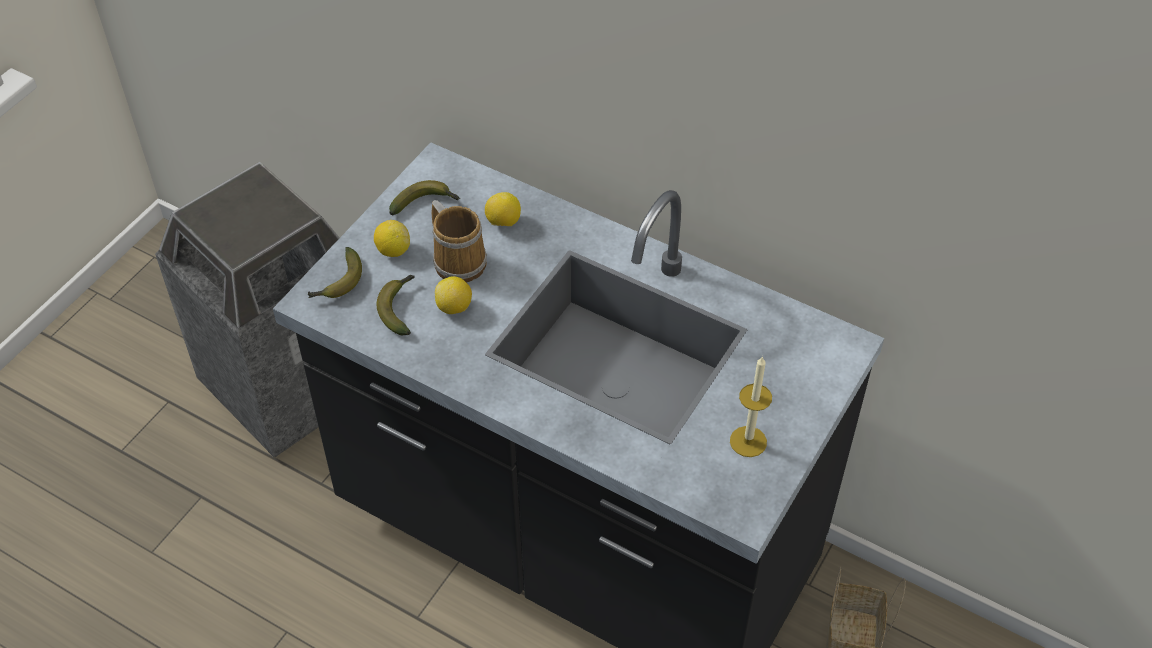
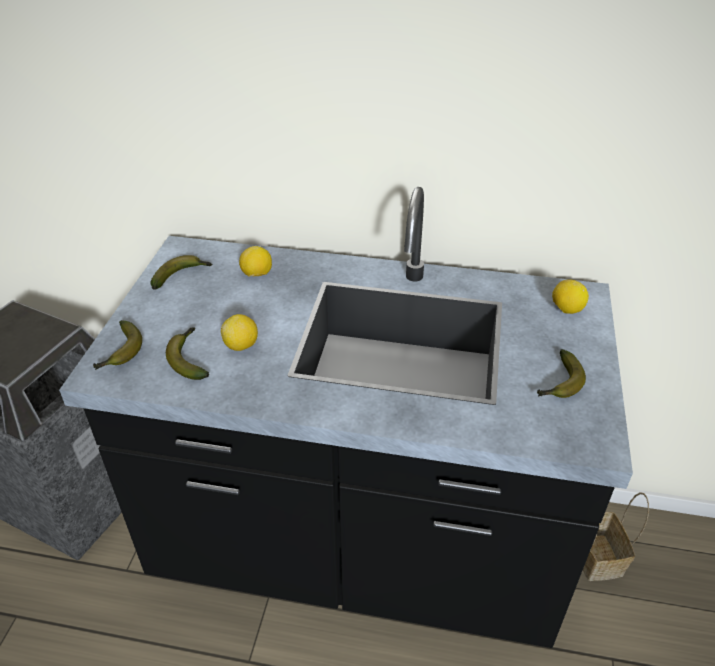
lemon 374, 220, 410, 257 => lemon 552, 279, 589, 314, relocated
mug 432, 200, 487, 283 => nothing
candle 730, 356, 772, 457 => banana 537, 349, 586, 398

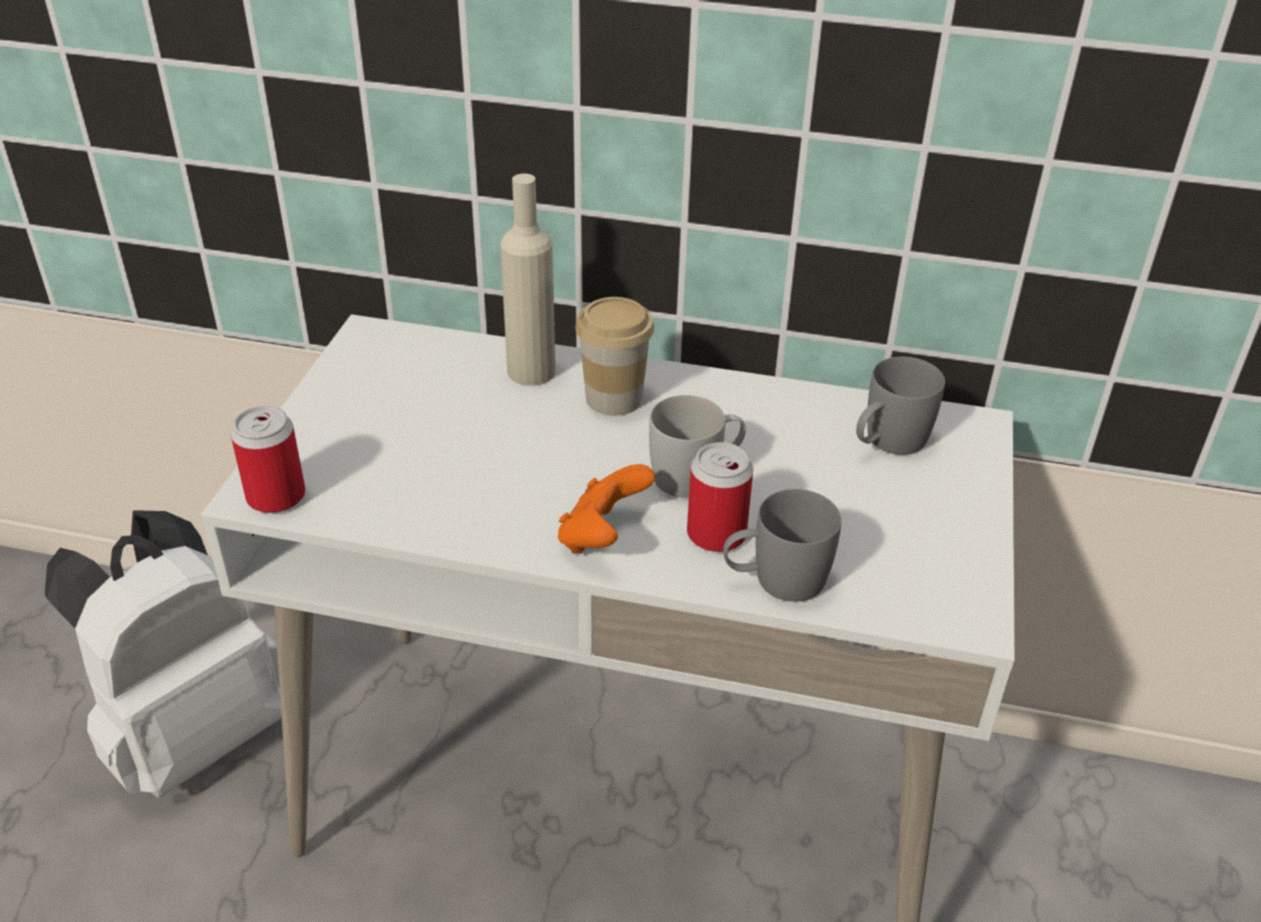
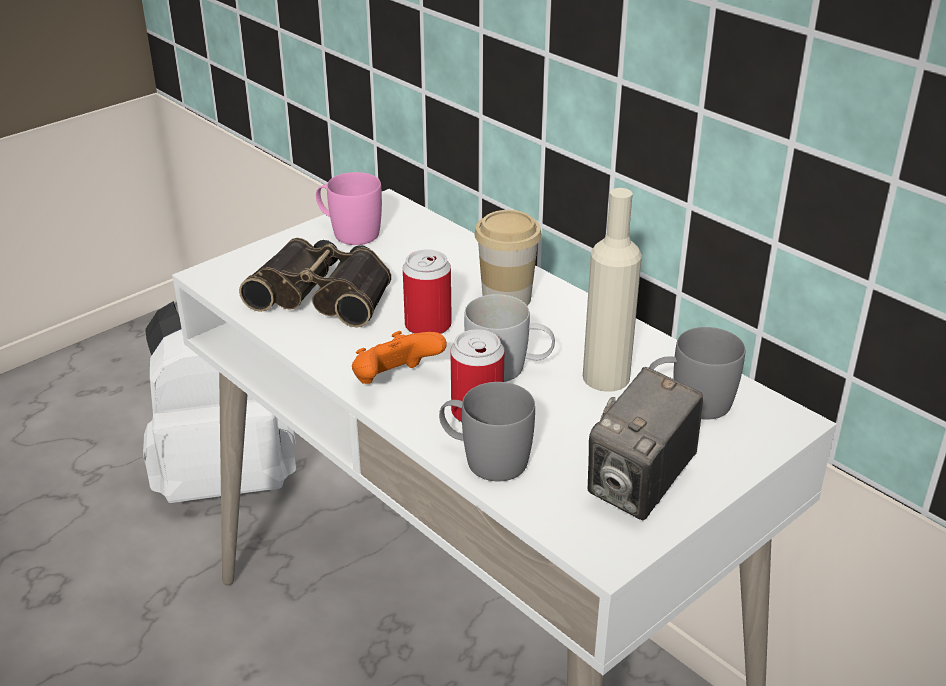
can 231, 406, 305, 513 => can 403, 249, 452, 334, relocated
bottle (beige) 500, 173, 556, 386 => bottle (beige) 583, 188, 642, 392, relocated
nothing => binoculars 239, 238, 391, 328
nothing => mug (pink) 316, 172, 382, 245
nothing => photo camera 588, 367, 703, 520

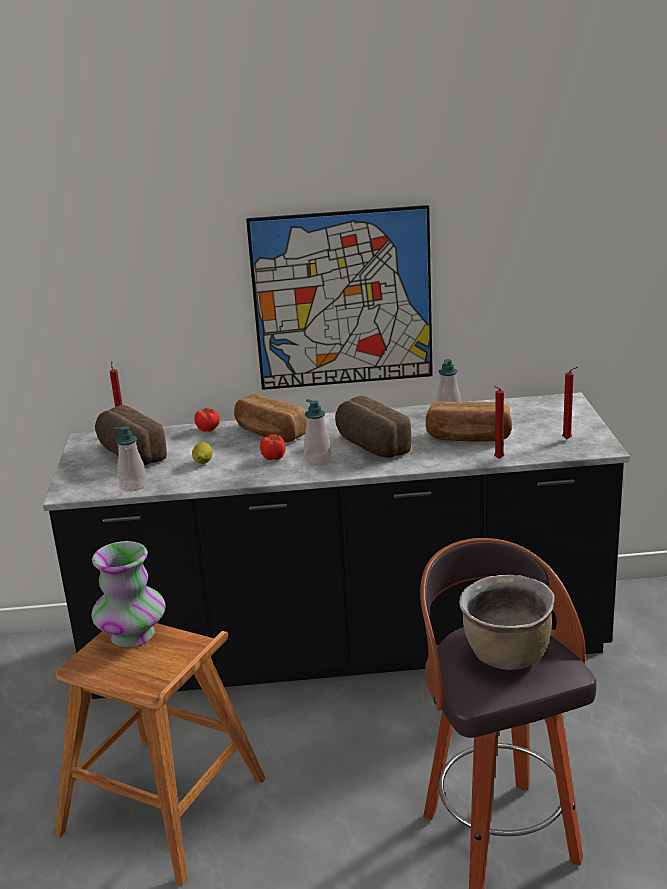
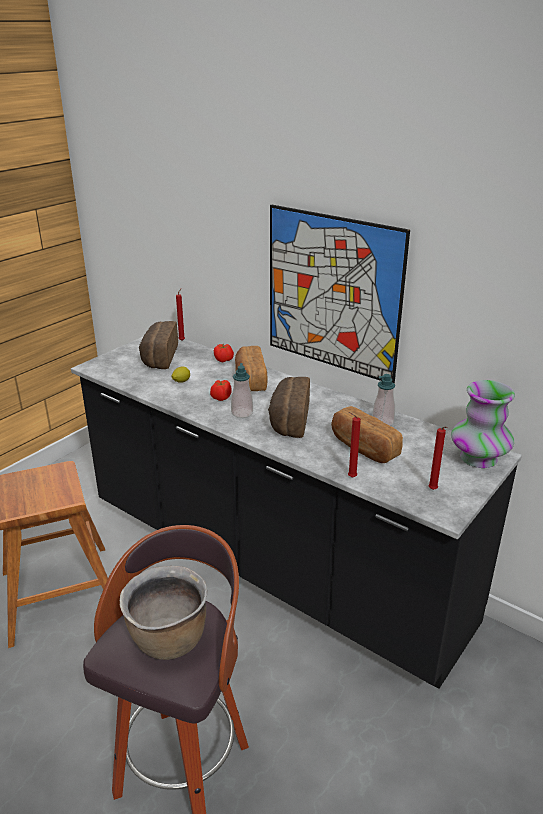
vase 92, 541, 165, 647 => vase 451, 380, 515, 468, relocated
soap dispenser 113, 426, 147, 492 => nothing

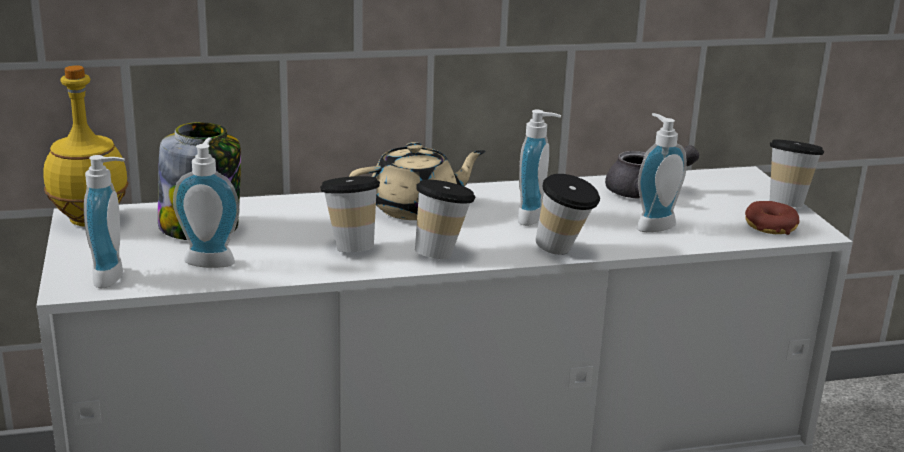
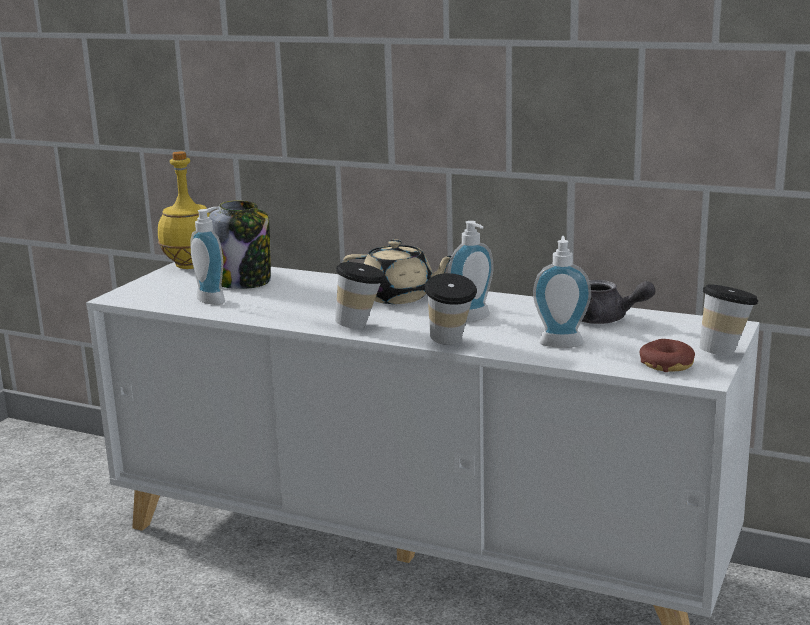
soap dispenser 84, 155, 125, 288 => nothing
cup 320, 176, 380, 252 => nothing

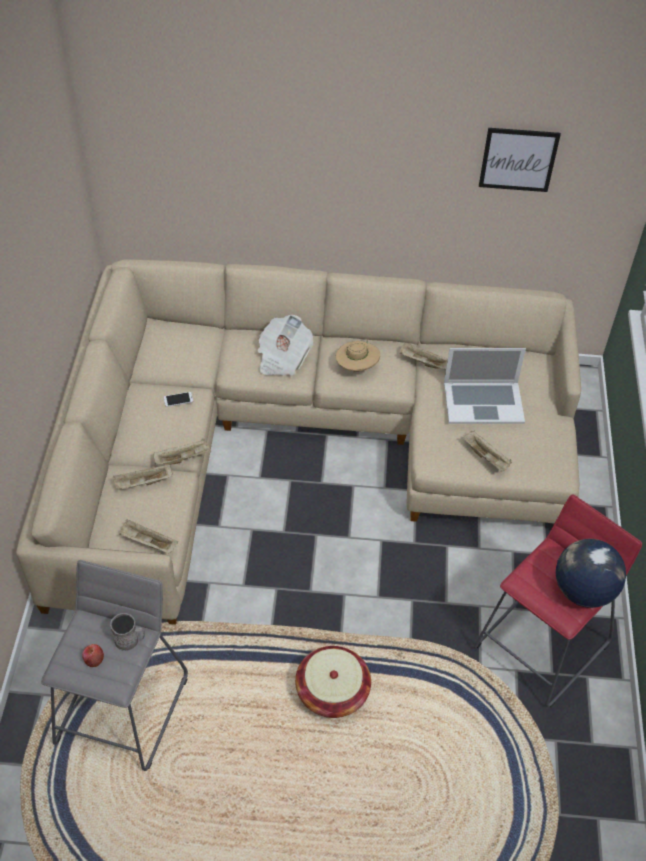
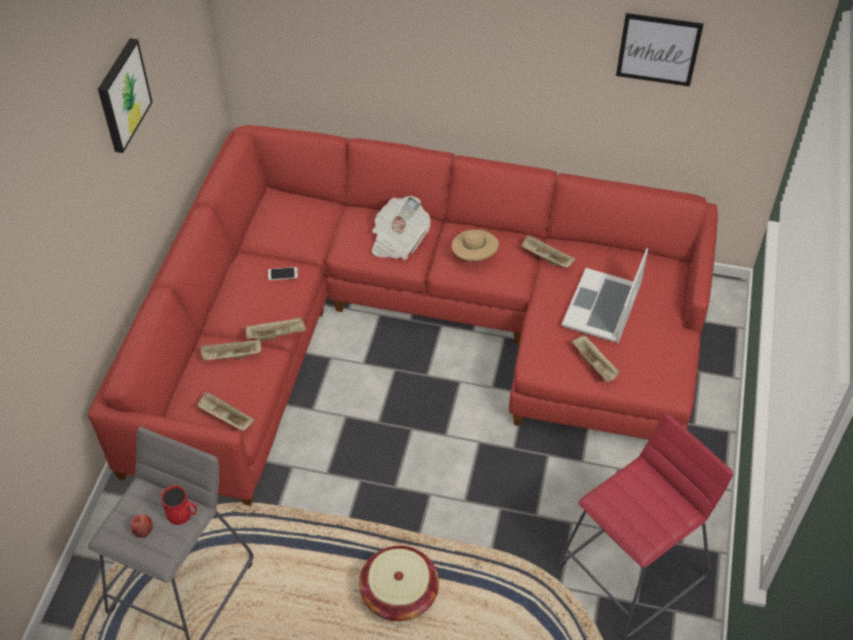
sofa (beige) 16, 259, 581, 625 => sofa (red) 88, 125, 718, 506
mug (grey) 110, 613, 145, 651 => mug (red) 161, 486, 197, 525
laptop 444, 348, 526, 424 => laptop 561, 248, 648, 343, 105 degrees clockwise
globe 556, 539, 626, 608 => nothing
nothing => picture 98, 38, 153, 153

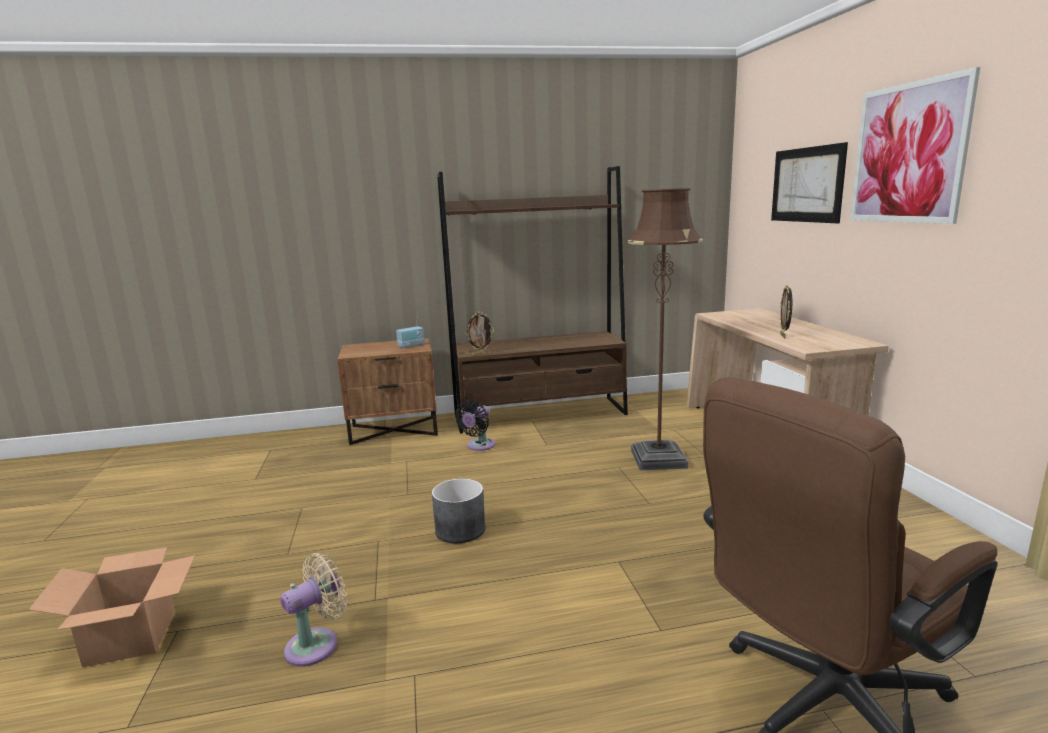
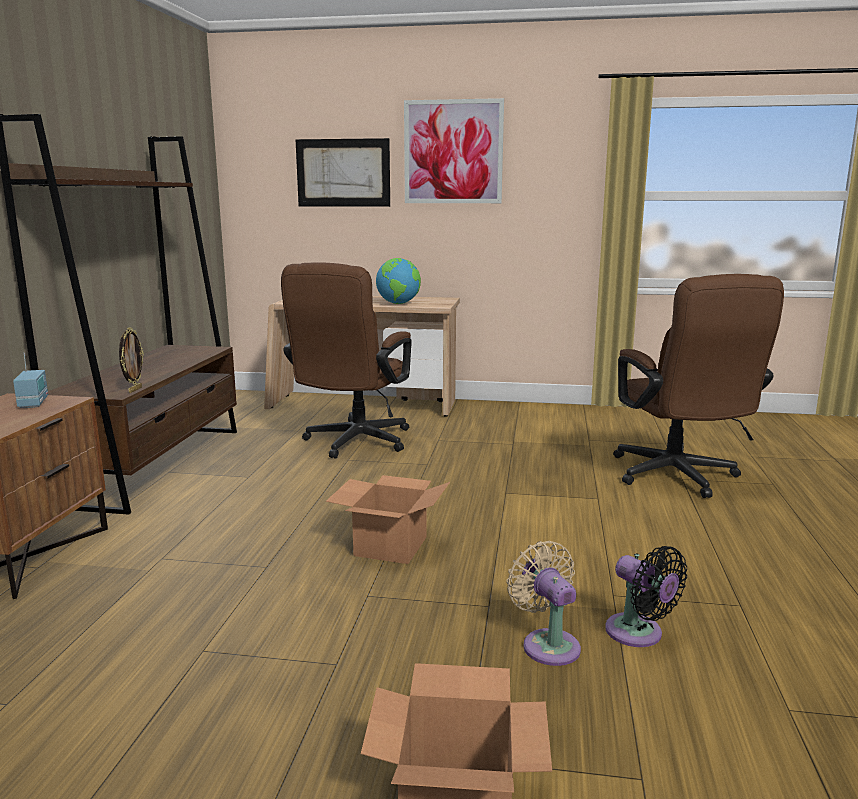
planter (grey) 432, 479, 485, 543 => cardboard box 326, 475, 450, 564
fan (black) 455, 399, 495, 451 => fan (black) 605, 546, 687, 647, relocated
floor lamp (brown) 627, 188, 703, 470 => office chair (brown) 281, 262, 412, 459
picture frame 780, 285, 792, 338 => globe 376, 258, 421, 304

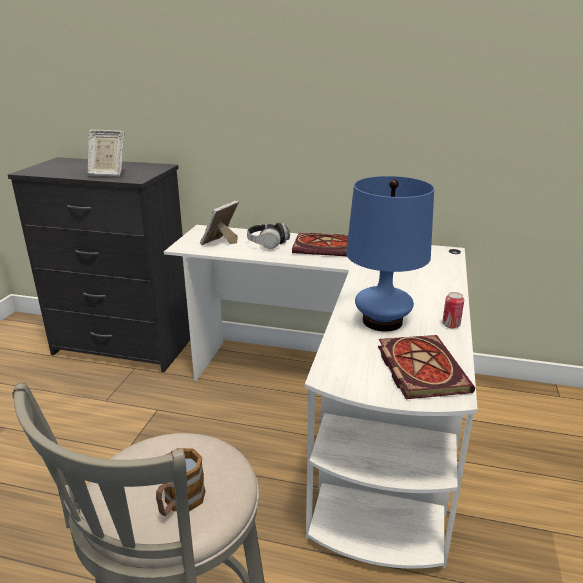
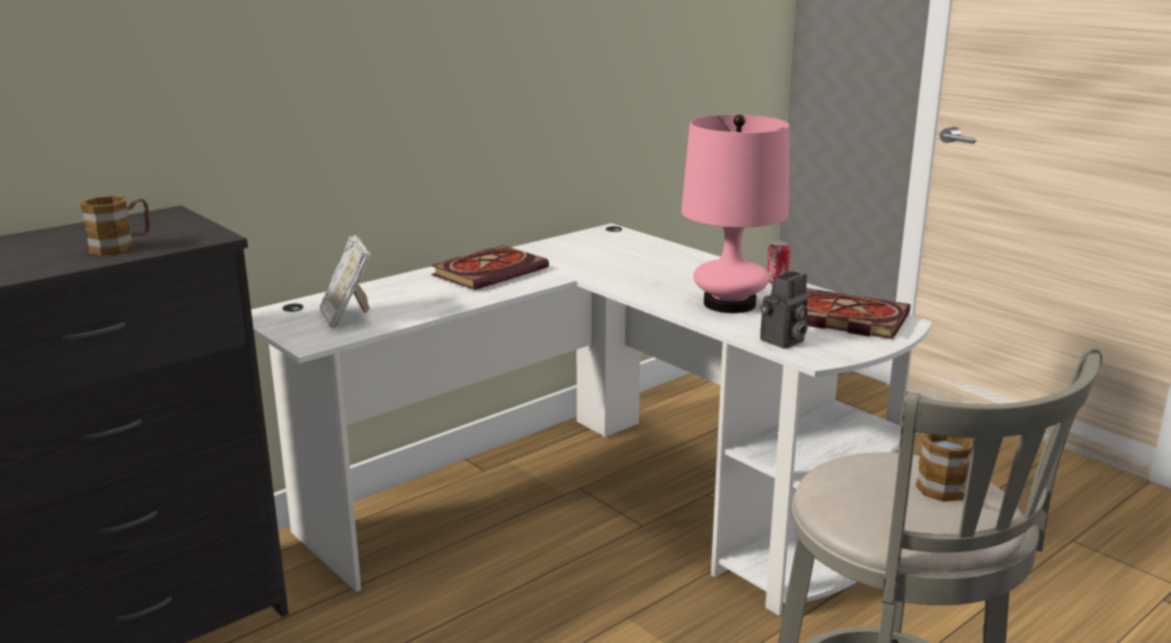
picture frame 88, 129, 125, 177 => mug 80, 195, 150, 255
headphones 247, 223, 290, 249 => nothing
table lamp (blue) 346, 176, 434, 332 => table lamp (pink) 681, 115, 789, 313
nothing => photo camera 760, 272, 808, 349

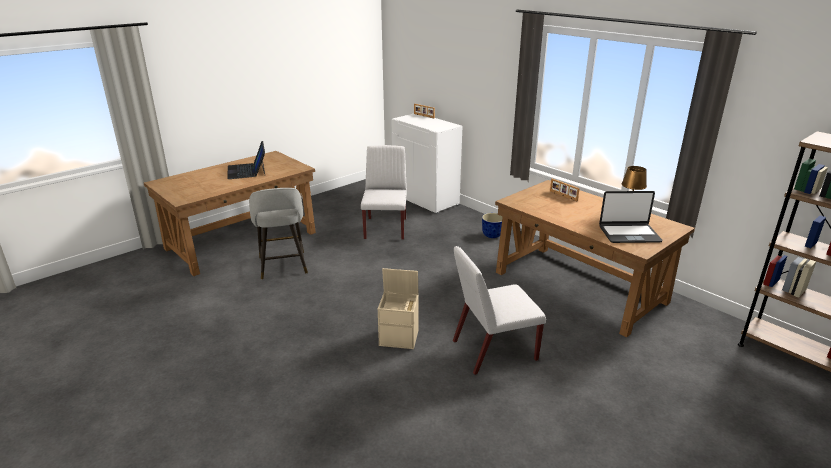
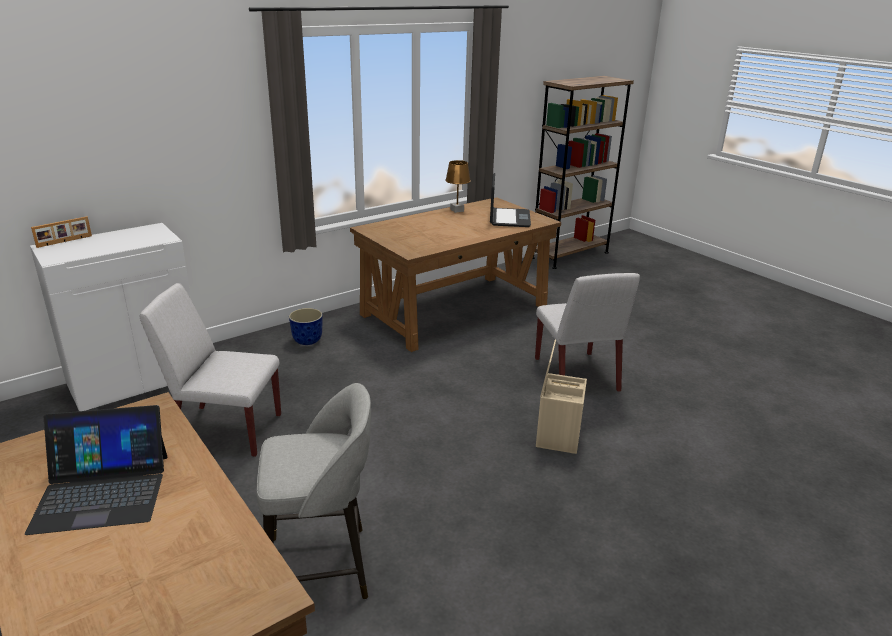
picture frame 550, 179, 580, 201 => nothing

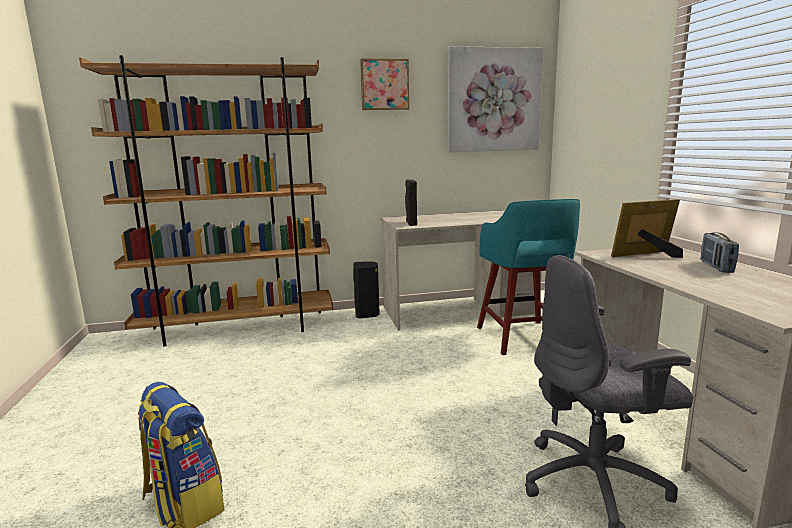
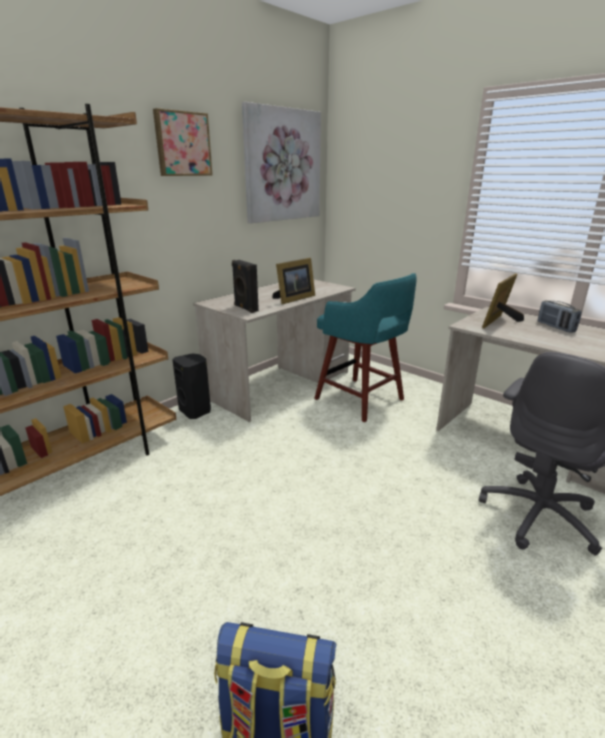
nothing => picture frame 272, 258, 315, 304

